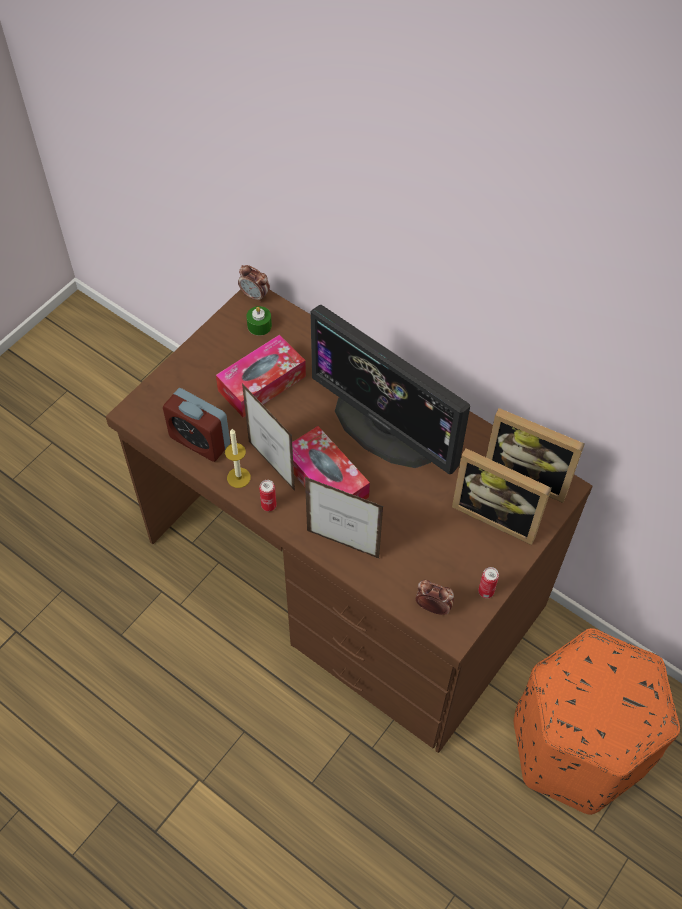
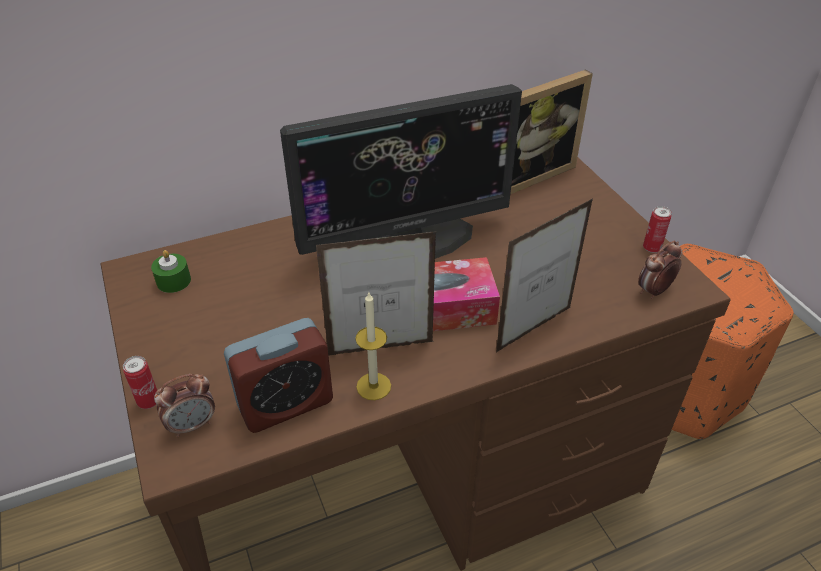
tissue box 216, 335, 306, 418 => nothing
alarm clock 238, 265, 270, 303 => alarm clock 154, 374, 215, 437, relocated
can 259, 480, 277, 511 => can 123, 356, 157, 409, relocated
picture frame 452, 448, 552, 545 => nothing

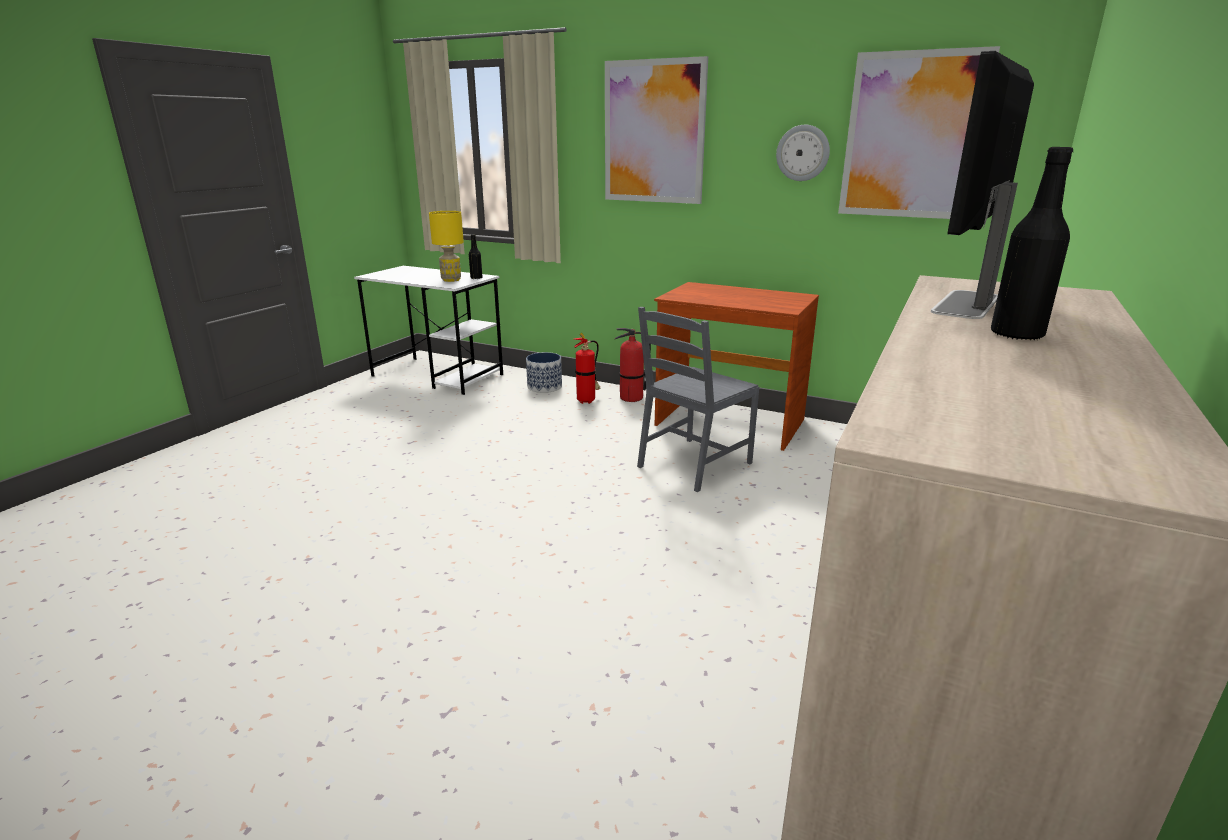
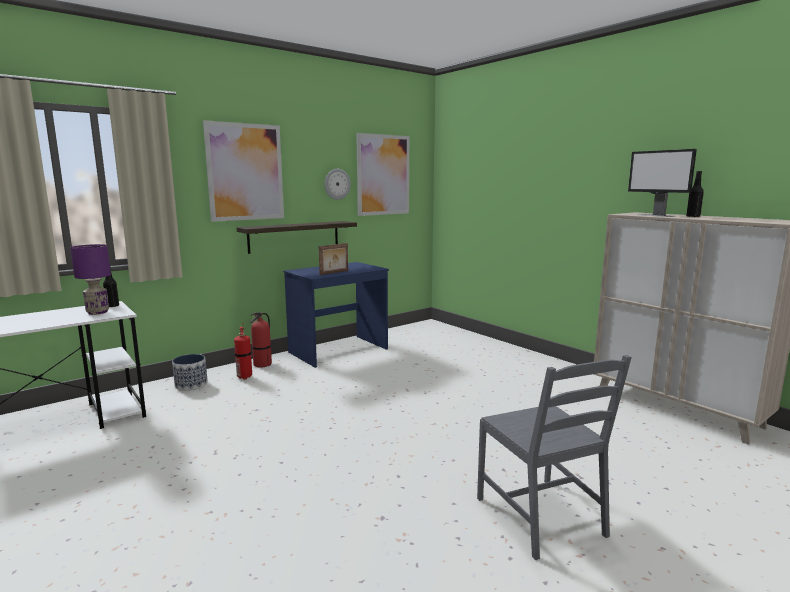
table lamp (yellow) 429, 211, 464, 282 => table lamp (purple) 70, 244, 111, 315
chair (grey) 637, 307, 759, 492 => chair (grey) 477, 355, 632, 560, relocated
desk (brown) 654, 282, 819, 451 => desk (blue) 283, 262, 389, 368
nothing => shelf 236, 221, 357, 254
nothing => picture frame 319, 243, 348, 275

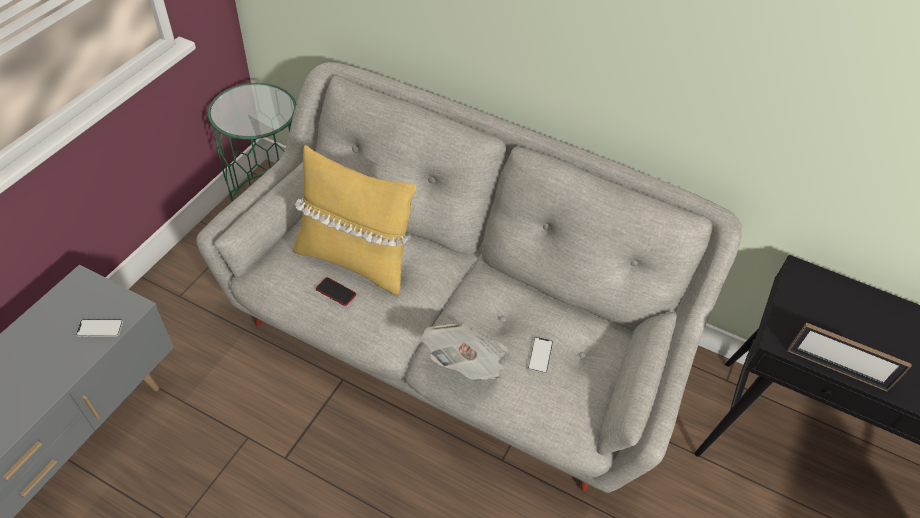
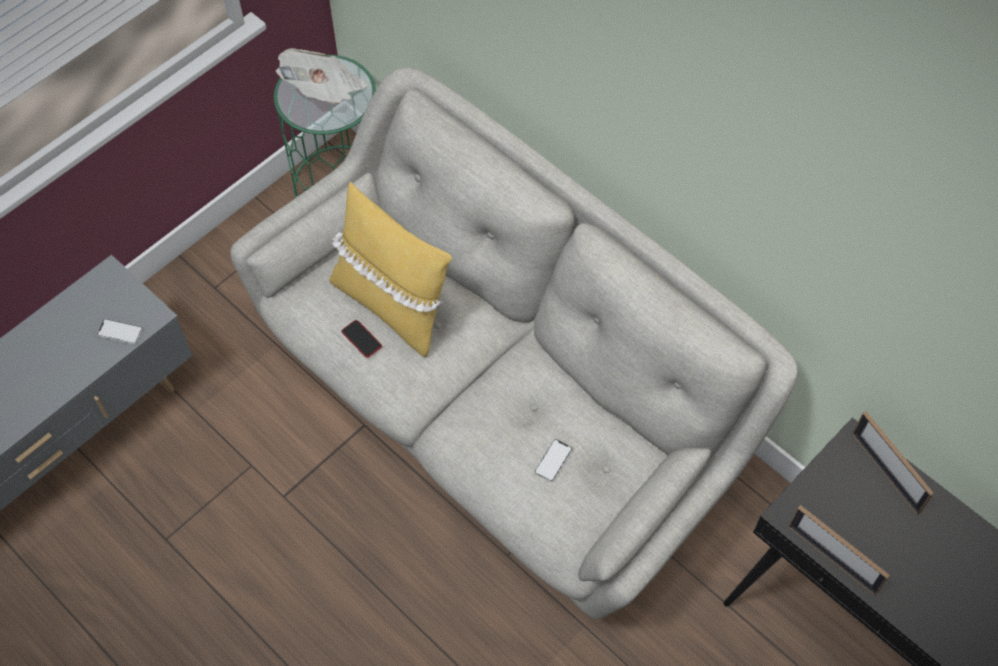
newspaper 422, 324, 508, 380 => newspaper 276, 48, 367, 104, relocated
nothing => picture frame 852, 411, 934, 515

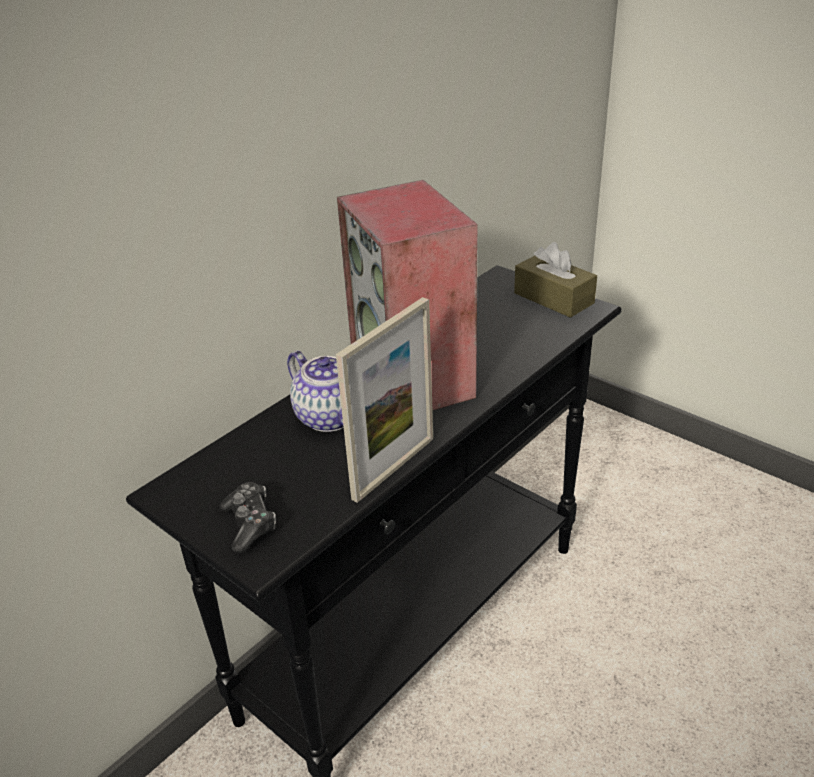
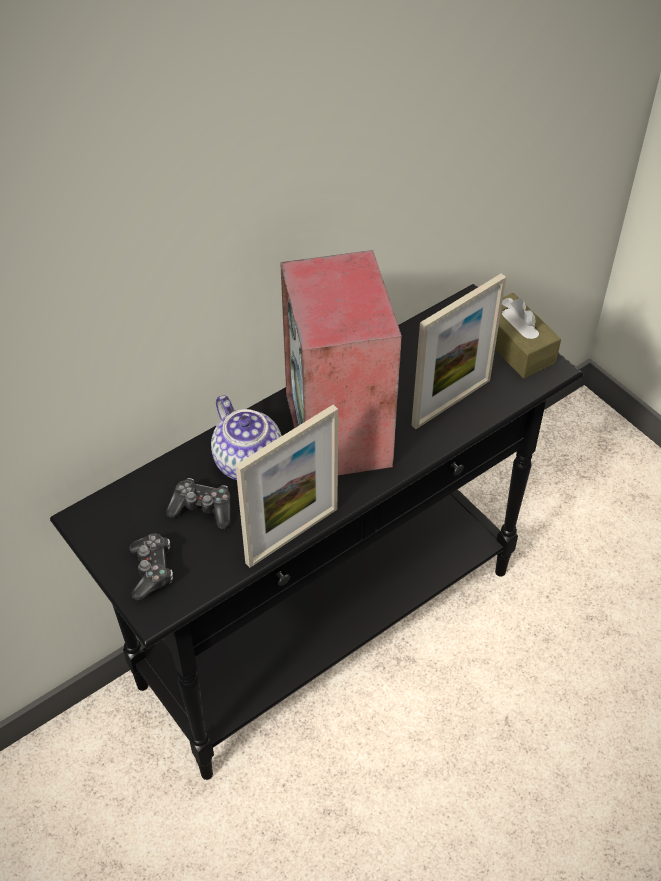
nothing => game controller 166, 478, 231, 529
nothing => picture frame 411, 273, 506, 429

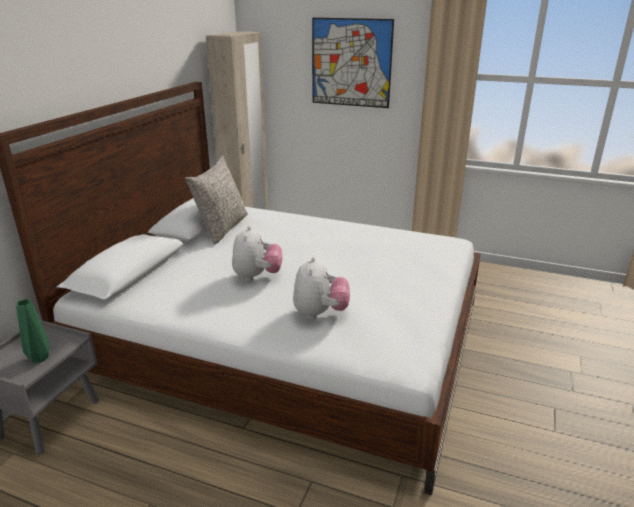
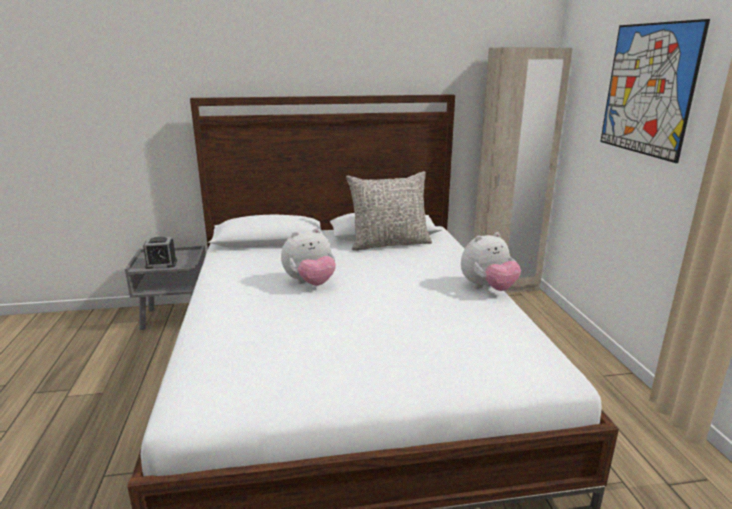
vase (green) 16, 299, 50, 363 => alarm clock 143, 237, 177, 269
plush toy 293, 257, 350, 319 => plush toy 461, 232, 521, 291, relocated

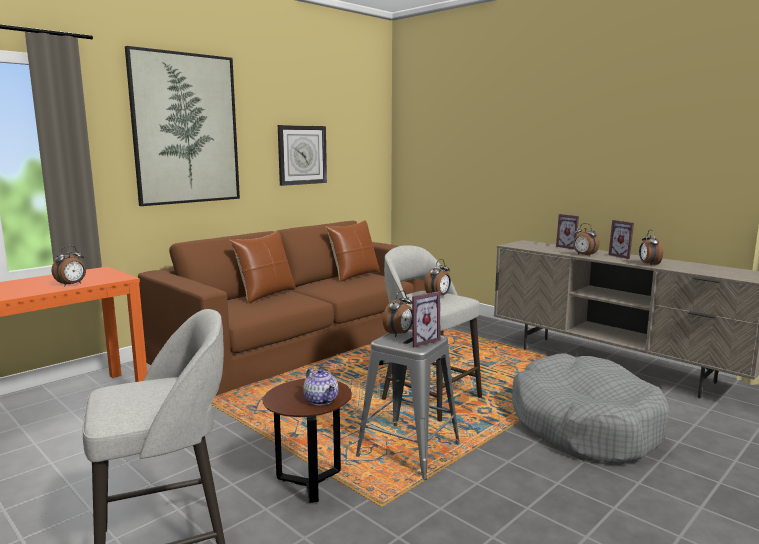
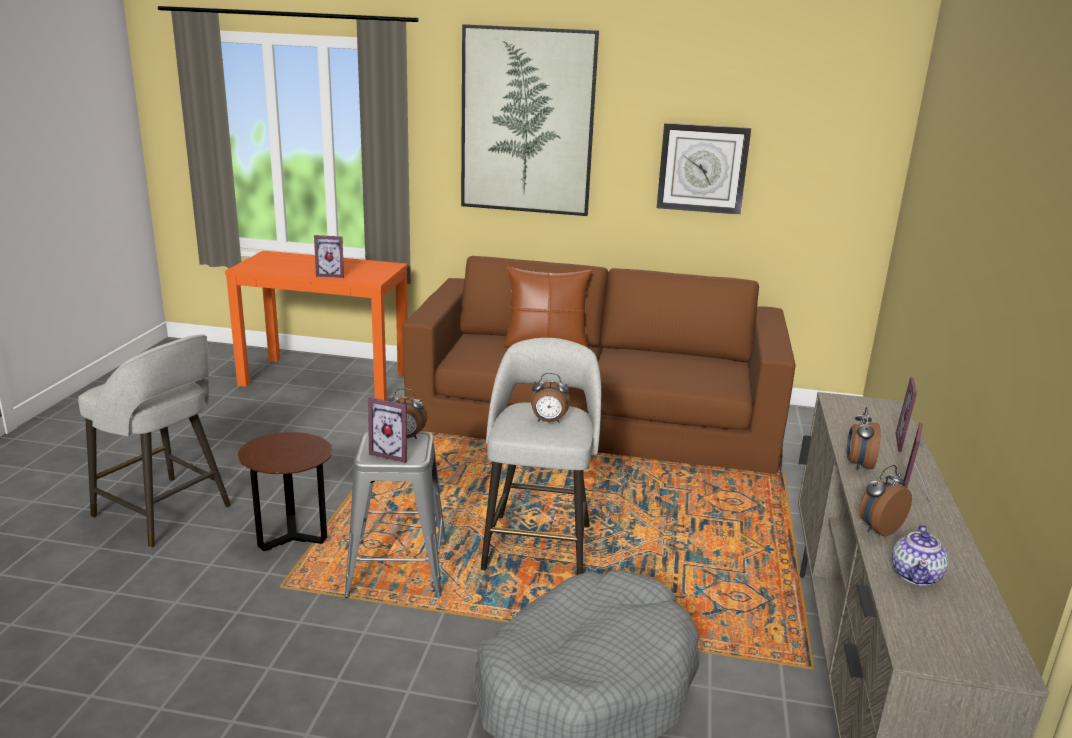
alarm clock 52, 246, 86, 286 => picture frame 314, 235, 344, 278
teapot 303, 368, 338, 406 => teapot 892, 525, 949, 585, relocated
pillow (brown) 325, 220, 379, 282 => nothing

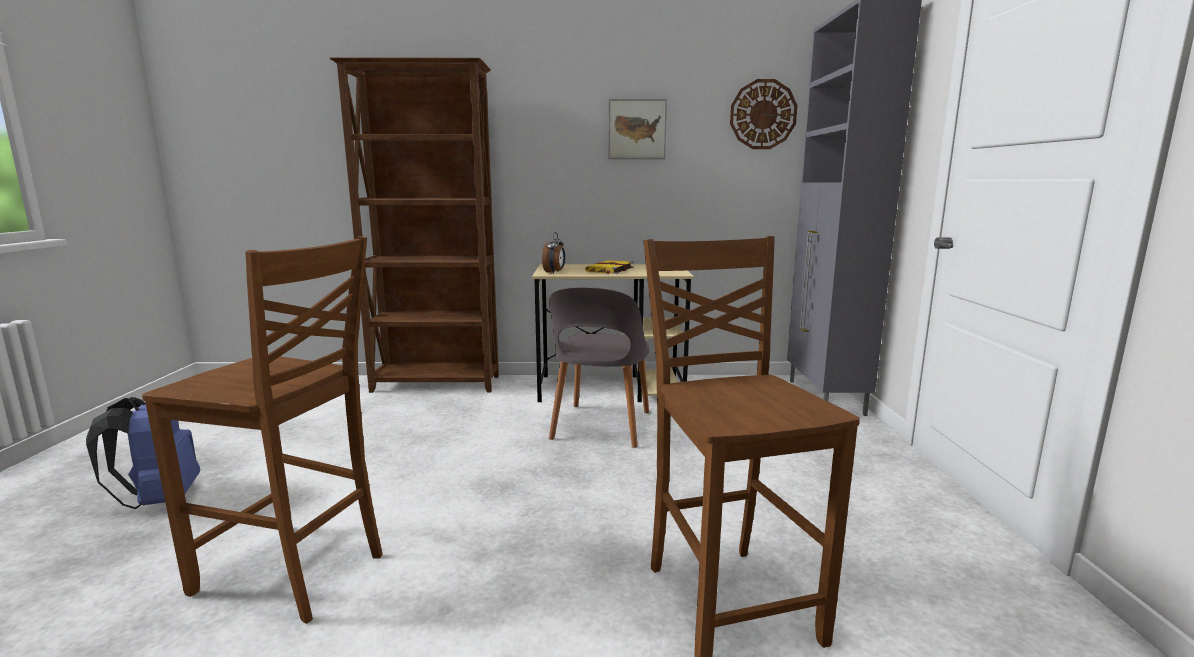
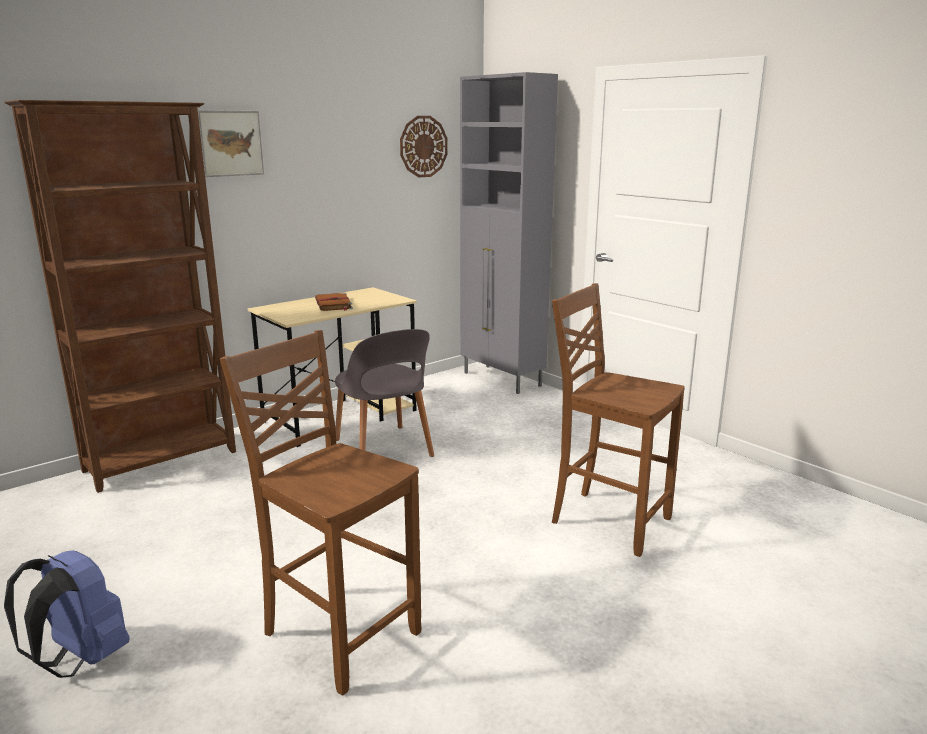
chair (brown) 142, 236, 382, 624 => chair (brown) 220, 330, 421, 696, 120 degrees counterclockwise
alarm clock 542, 232, 565, 274 => nothing
book (yellow) 585, 260, 634, 274 => book (brown) 315, 293, 353, 311
picture 608, 98, 667, 159 => picture 198, 110, 264, 177, relocated

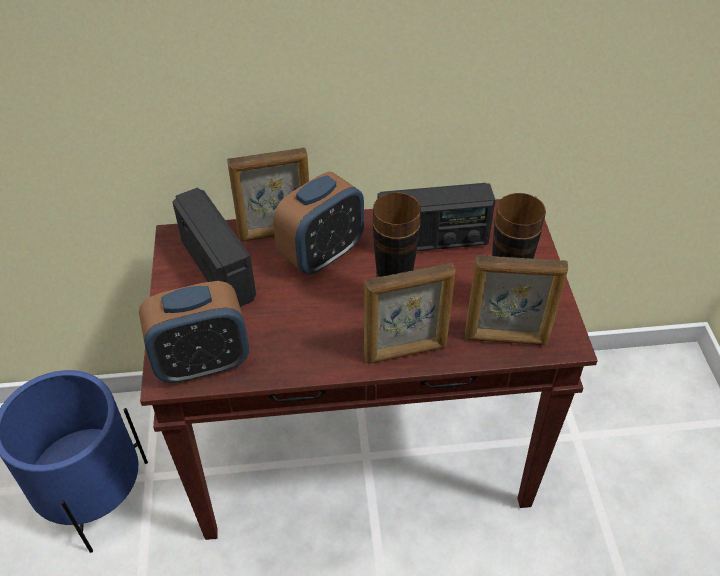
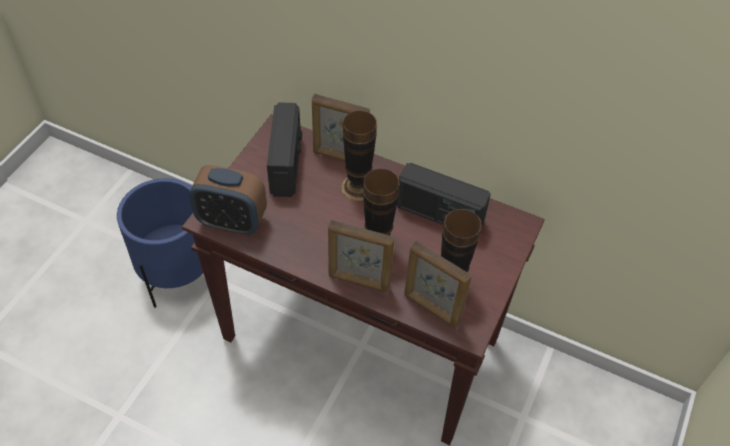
alarm clock 273, 172, 364, 274 => vase 341, 110, 377, 201

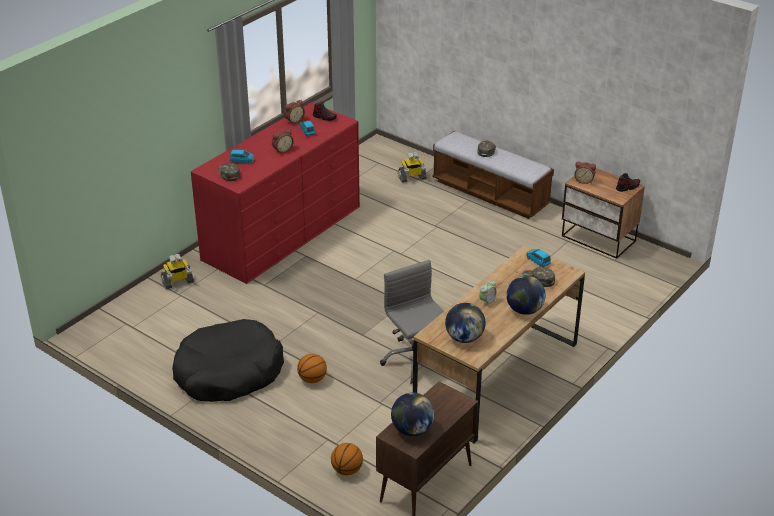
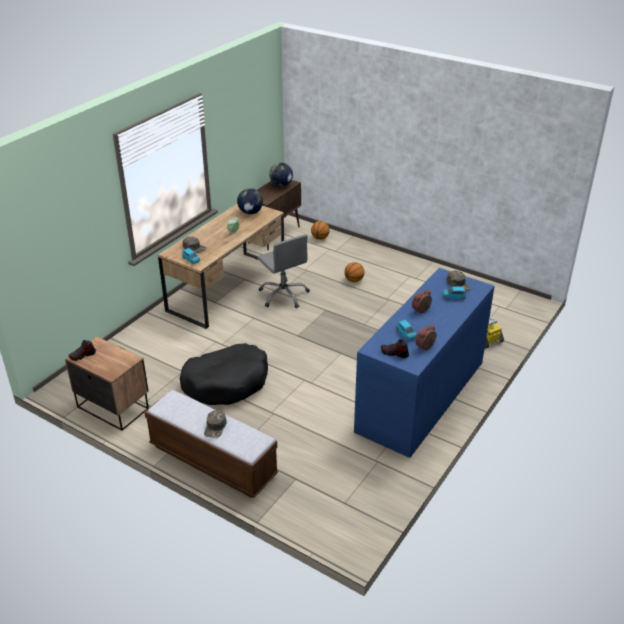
dog bed (black) 172, 319, 284, 402 => dog bed (black) 180, 343, 268, 405, relocated
dresser (red) 191, 103, 360, 284 => dresser (blue) 354, 268, 495, 458
toy robot 398, 152, 427, 183 => nothing
globe 506, 276, 546, 315 => nothing
alarm clock 574, 161, 596, 184 => nothing

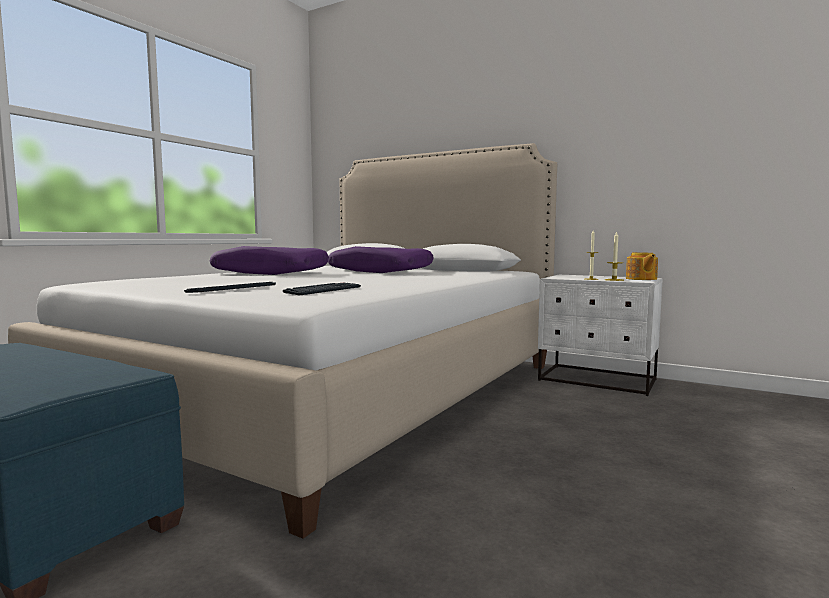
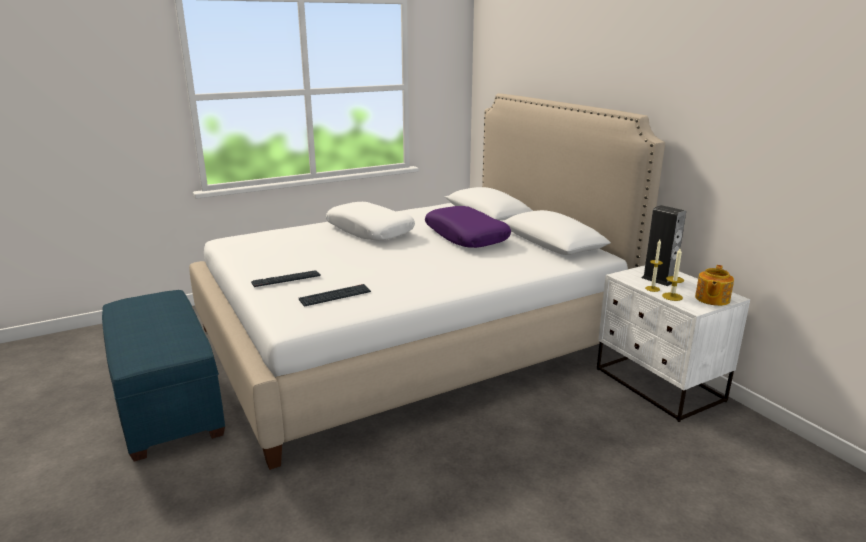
pillow (purple) 210, 246, 329, 275 => pillow (white) 326, 202, 415, 240
nothing => speaker 642, 205, 686, 286

